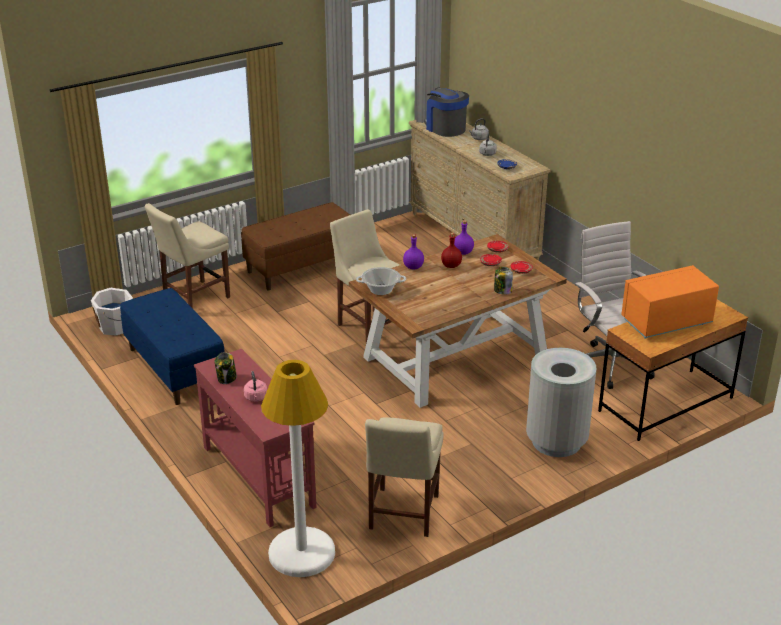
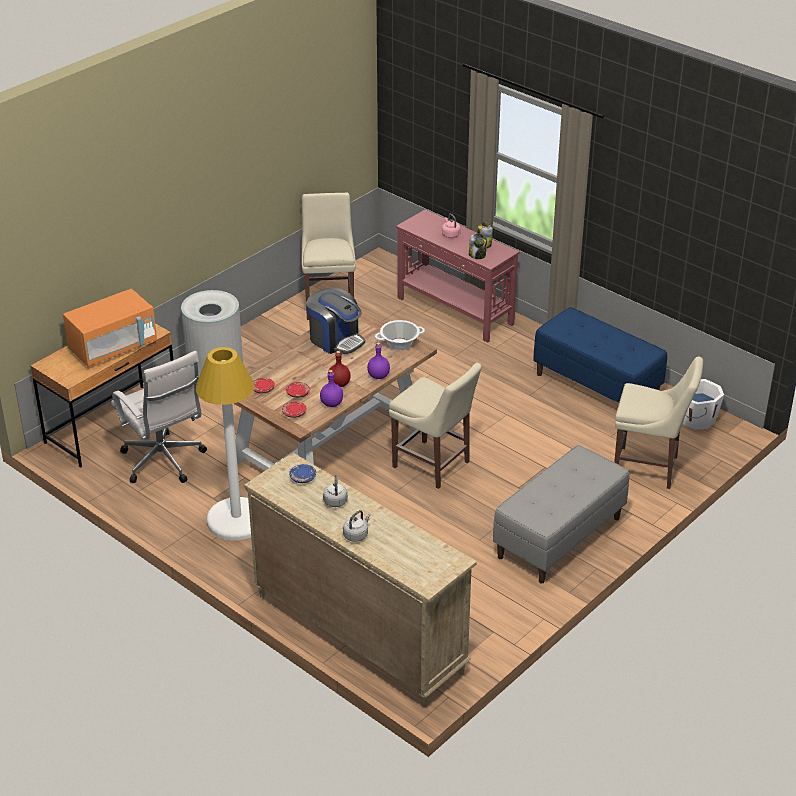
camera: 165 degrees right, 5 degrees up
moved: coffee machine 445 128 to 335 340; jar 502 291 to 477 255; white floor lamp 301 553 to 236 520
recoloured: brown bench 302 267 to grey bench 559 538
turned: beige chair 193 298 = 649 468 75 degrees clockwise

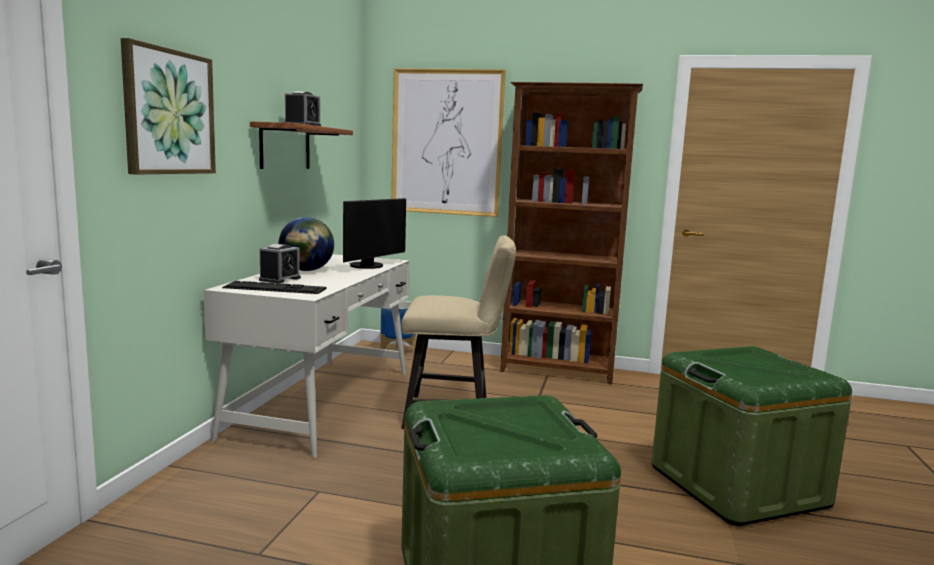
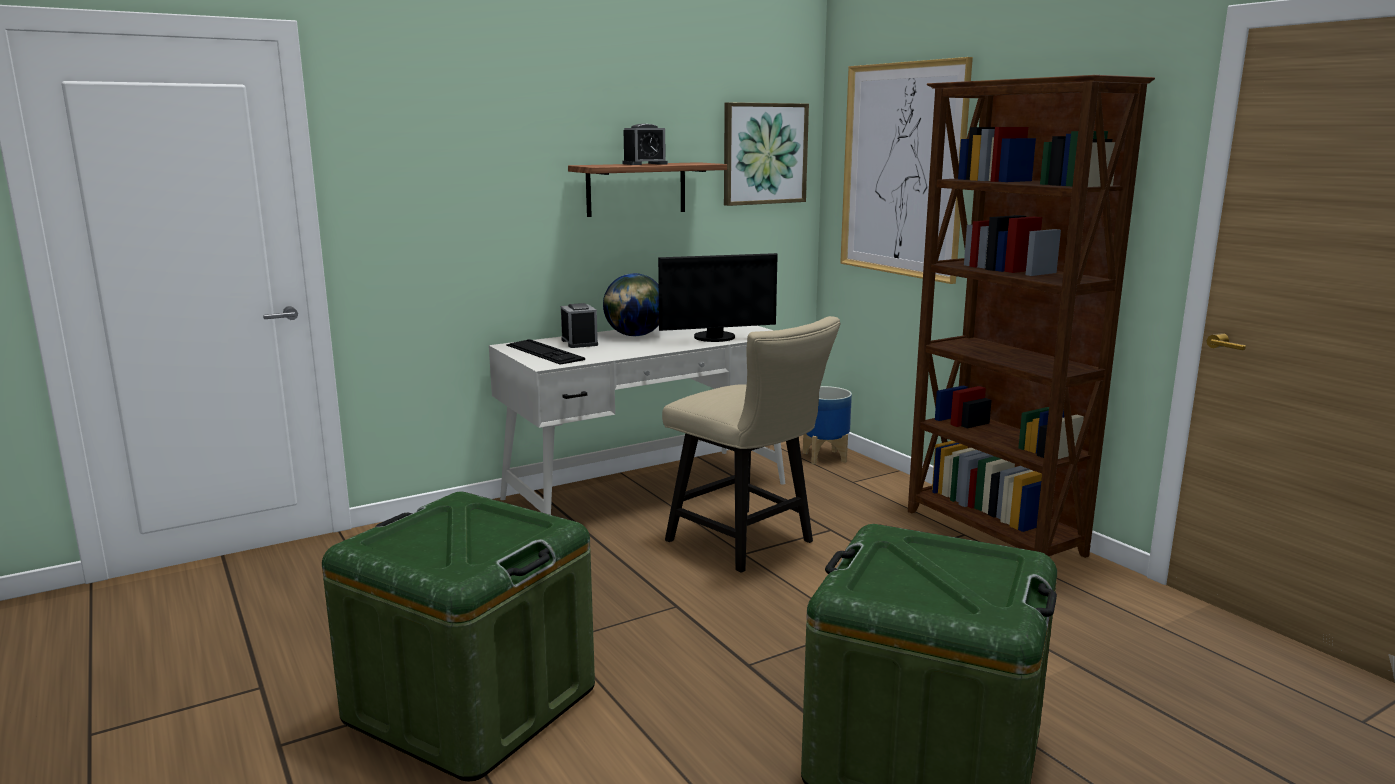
camera: 45 degrees right, 5 degrees up
moved: picture 168 112 to 764 153
turned: alarm clock 280 279 = 579 342 90 degrees counterclockwise

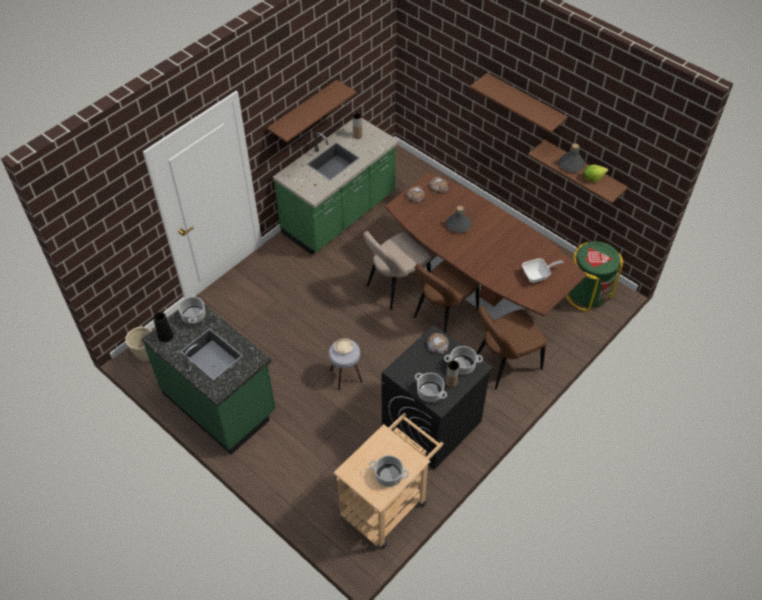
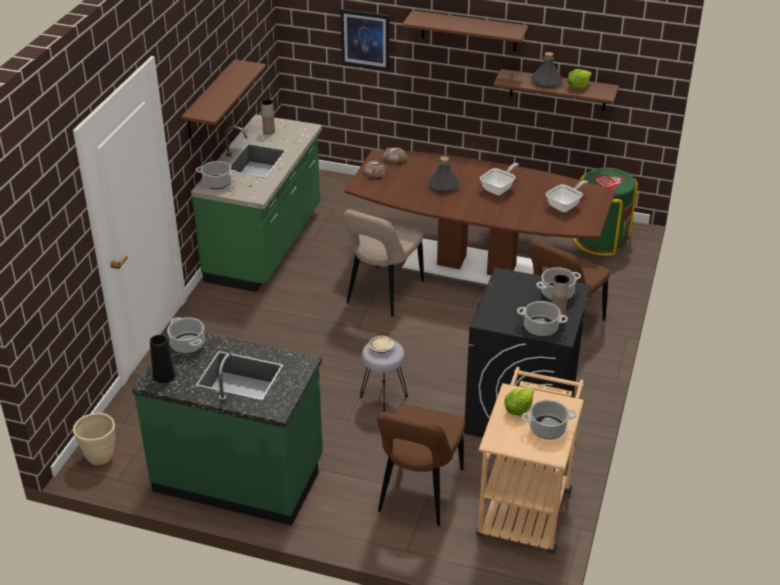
camera: 25 degrees left, 15 degrees down
removed: bread 437 345
added: picture 365 39; cooking pot 218 183; frying pan 499 188; lettuce 518 409
moved: brown chair 443 315 to 419 493

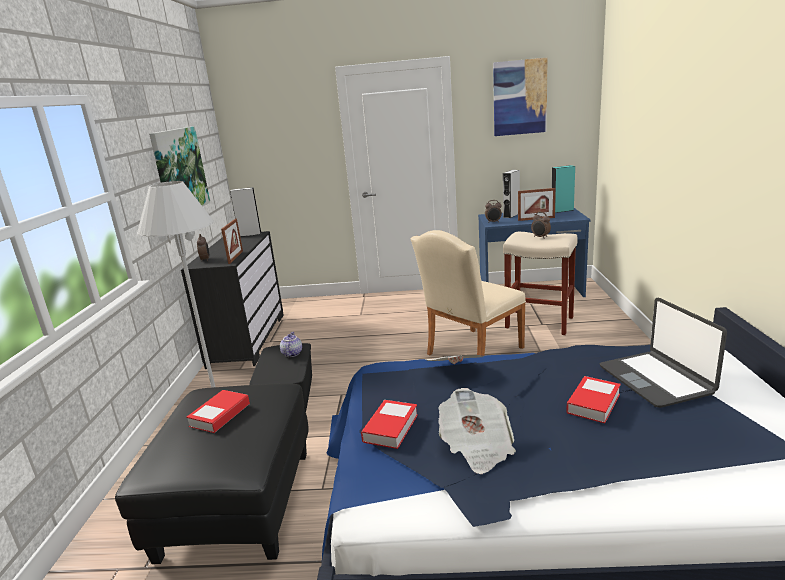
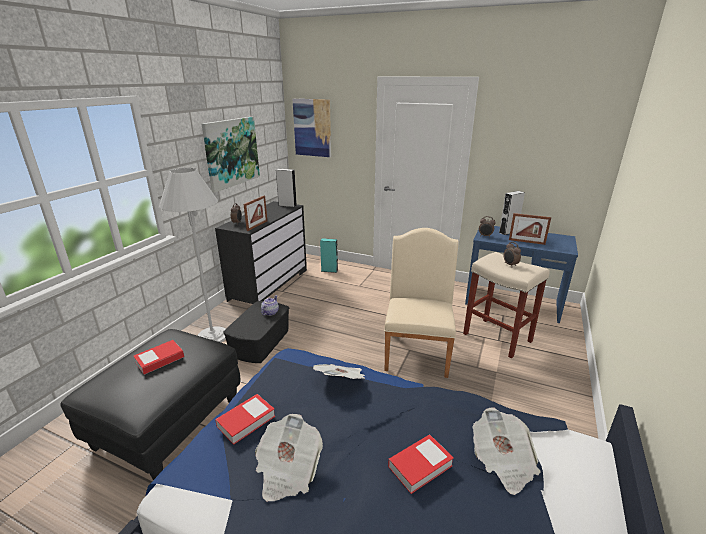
camera: 20 degrees right, 5 degrees up
moved: picture 519 97 to 312 128; turquoise speaker 562 210 to 329 270
replaced: laptop 656 379 to newspaper 502 462
turned: beige chair 470 353 = 417 349 120 degrees clockwise

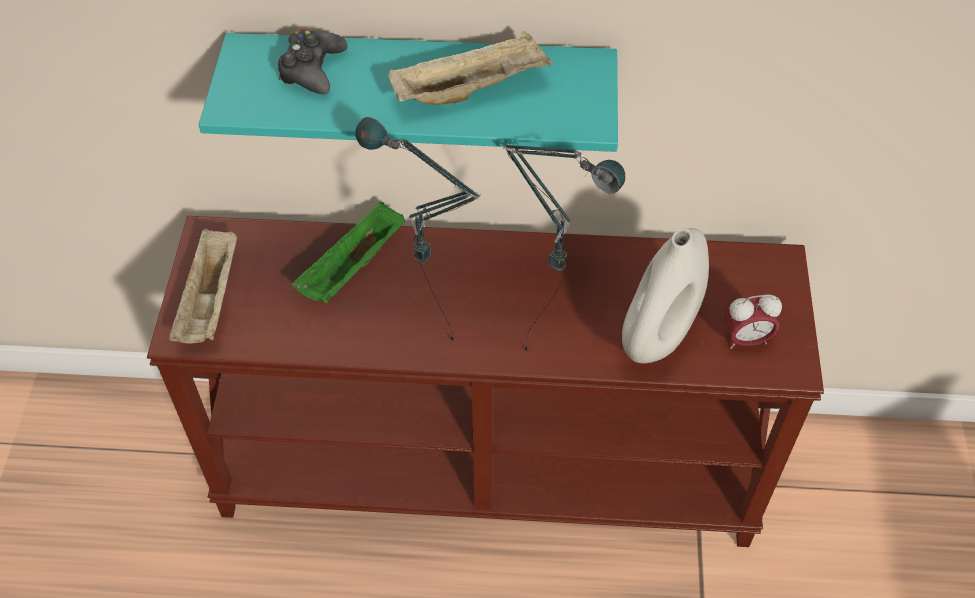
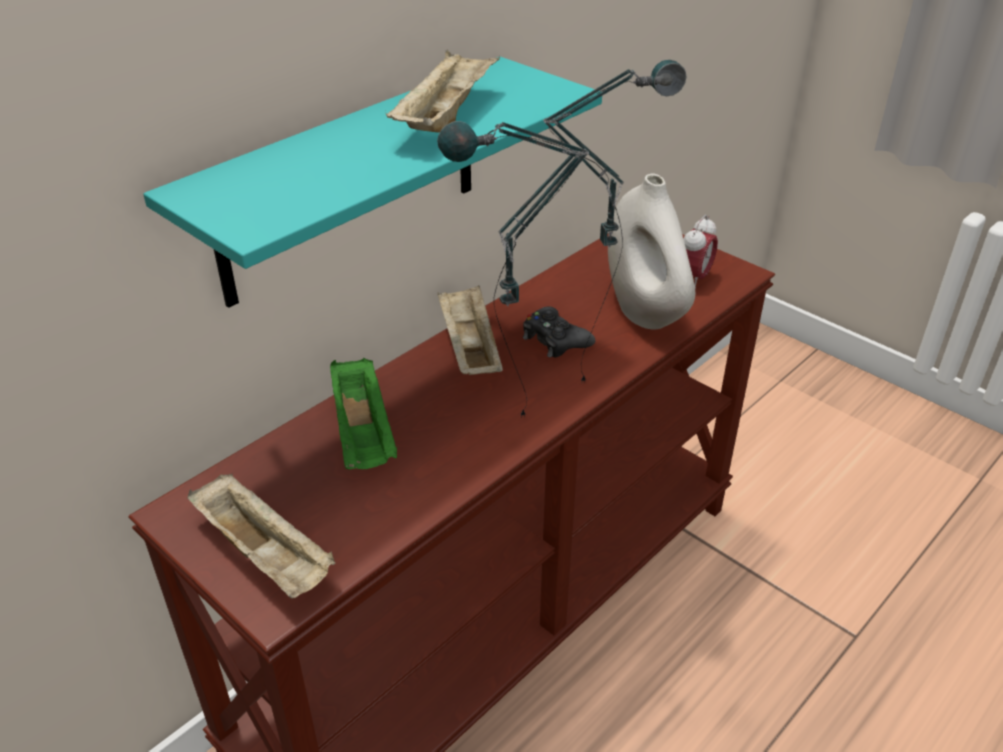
camera: 50 degrees left, 15 degrees down
added: beige tray 469 349
moved: black game controller 312 69 to 555 340

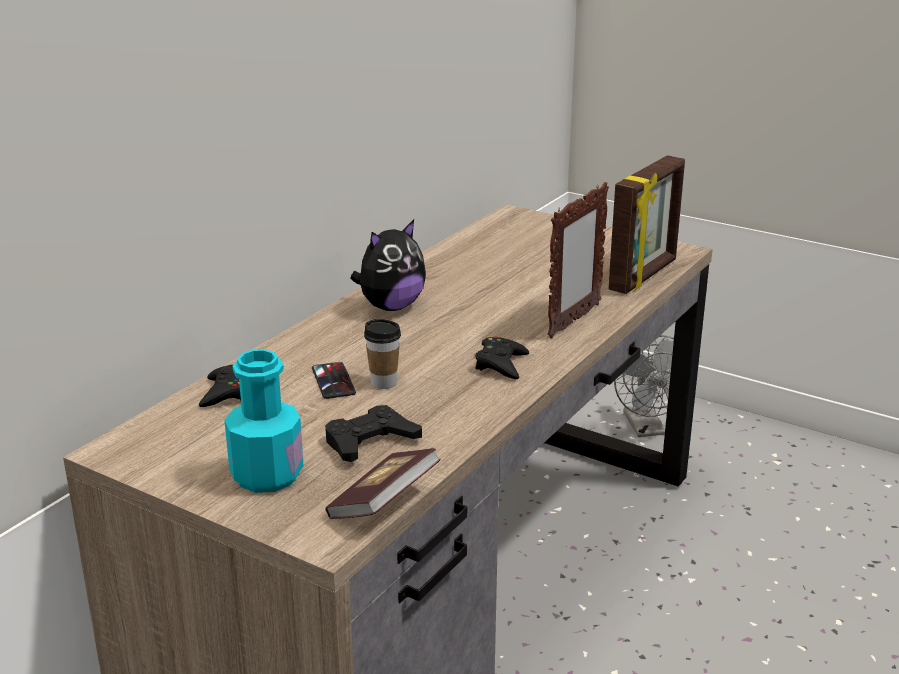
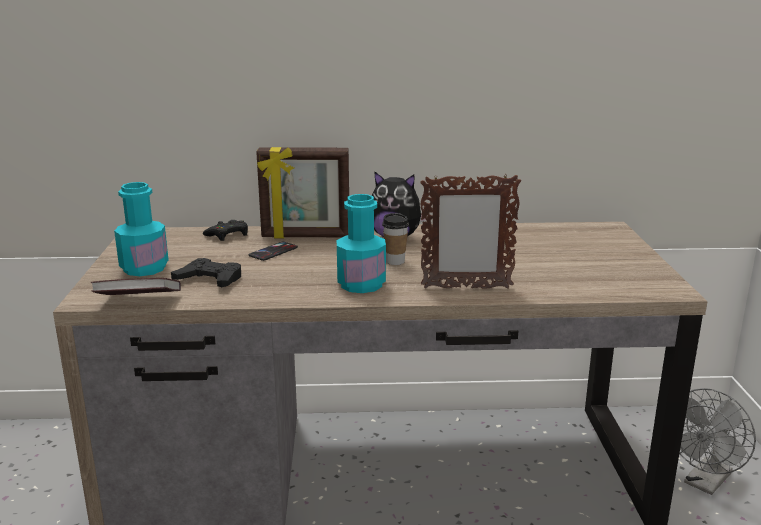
camera: 55 degrees right, 5 degrees down
moved: picture frame 644 276 to 305 236; cup 383 383 to 395 261
replaced: black game controller 501 364 to turquoise bottle 361 284

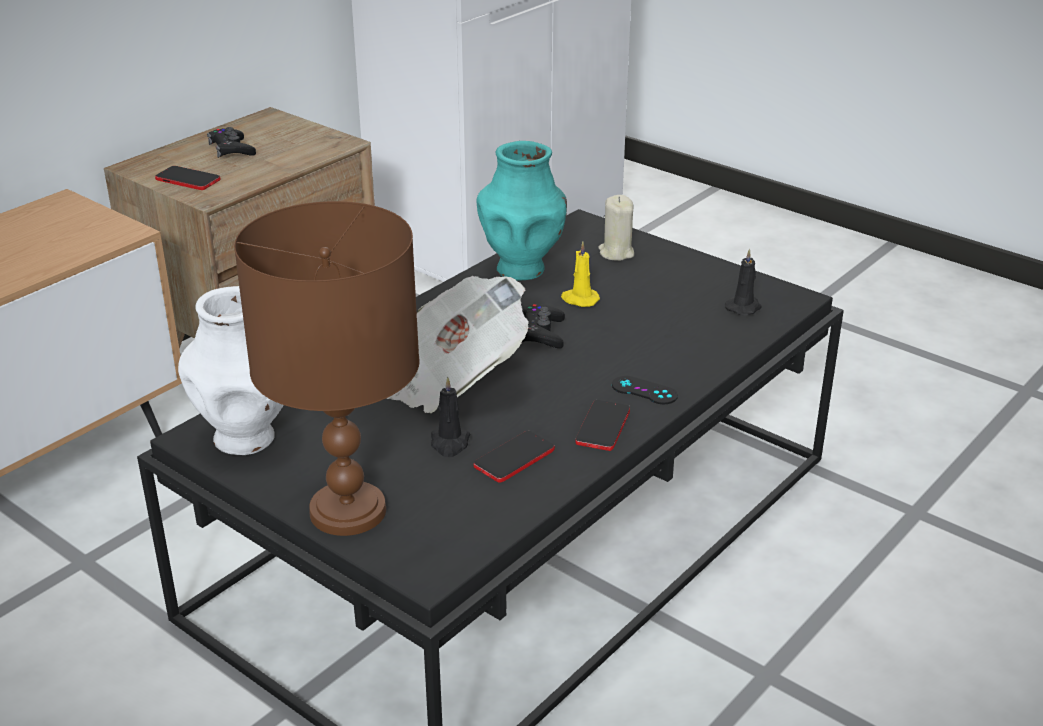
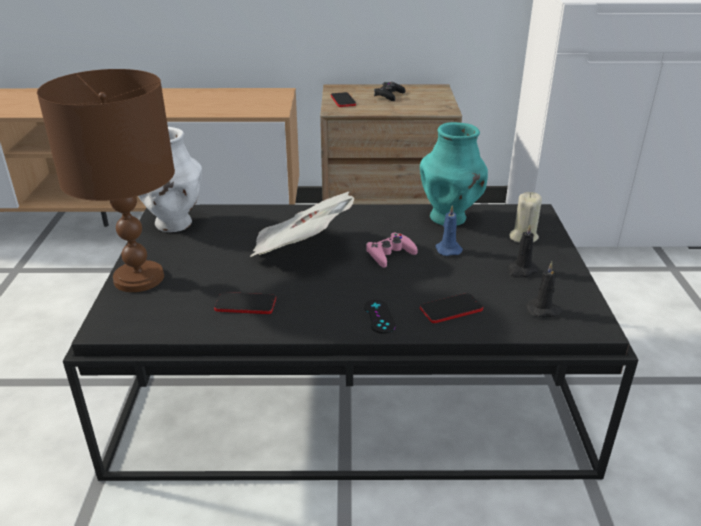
camera: 50 degrees right, 0 degrees up
moved: black candle 450 443 to 521 271; phone 603 427 to 451 309
recoloured: yellow candle 579 299 to blue candle 447 249; black game controller 541 333 to pink game controller 390 254

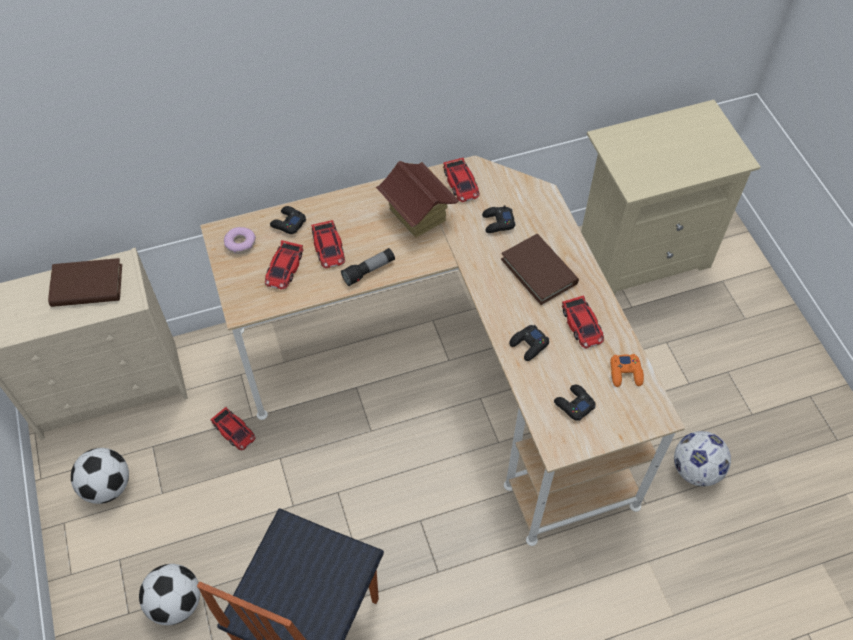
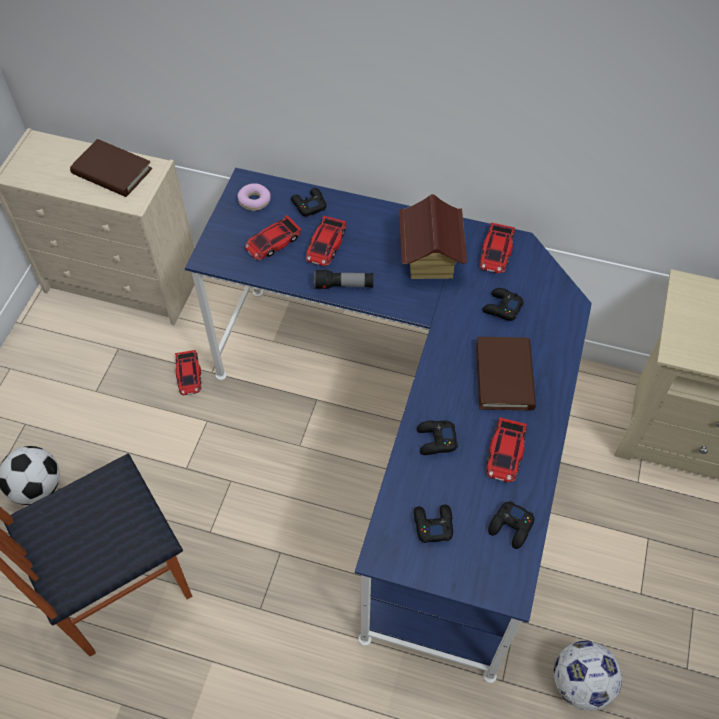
camera: 35 degrees right, 0 degrees up
removed: football 107 486
recoloured: beige desk 448 373 to blue desk 407 437; orange game controller 625 373 to black game controller 511 527

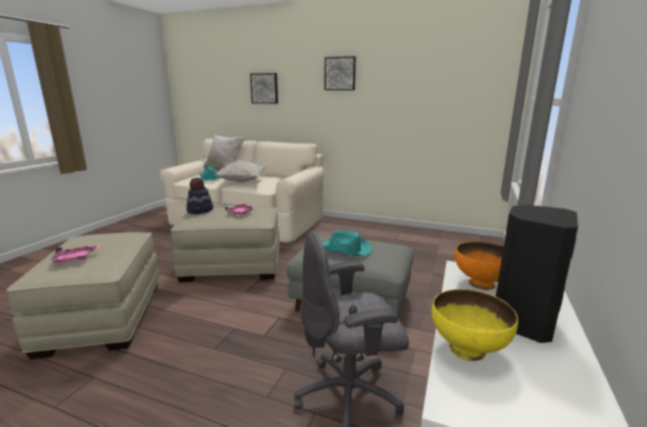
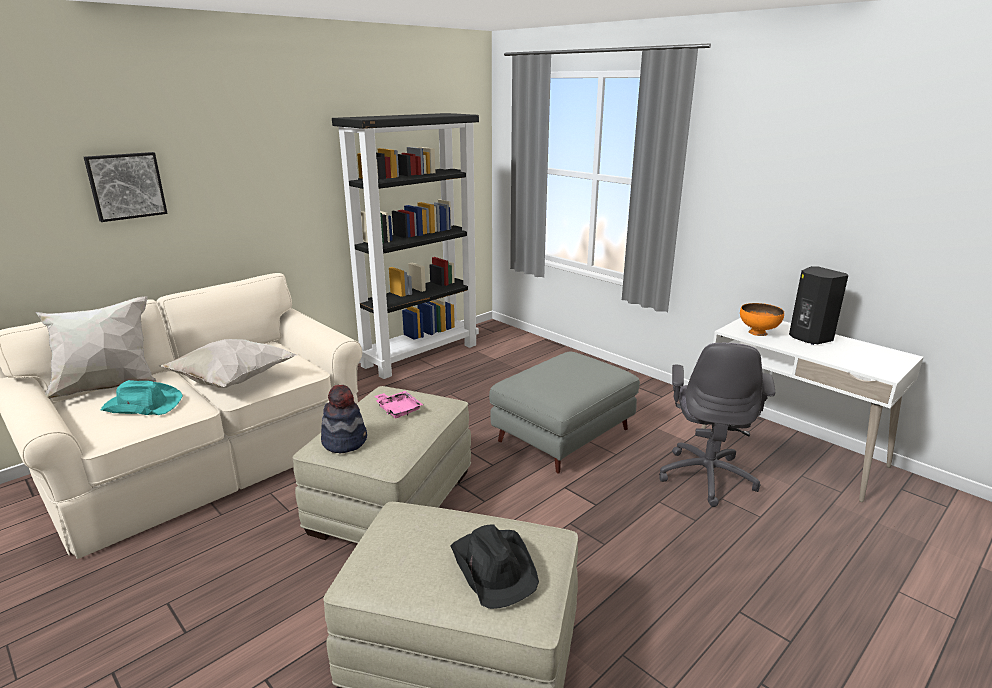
camera: 65 degrees left, 5 degrees up
removed: picture 340 73; turquoise hat 345 250; yellow bowl 468 350
added: black bookcase 421 355
replaced: pink tray 75 259 to black hat 494 567

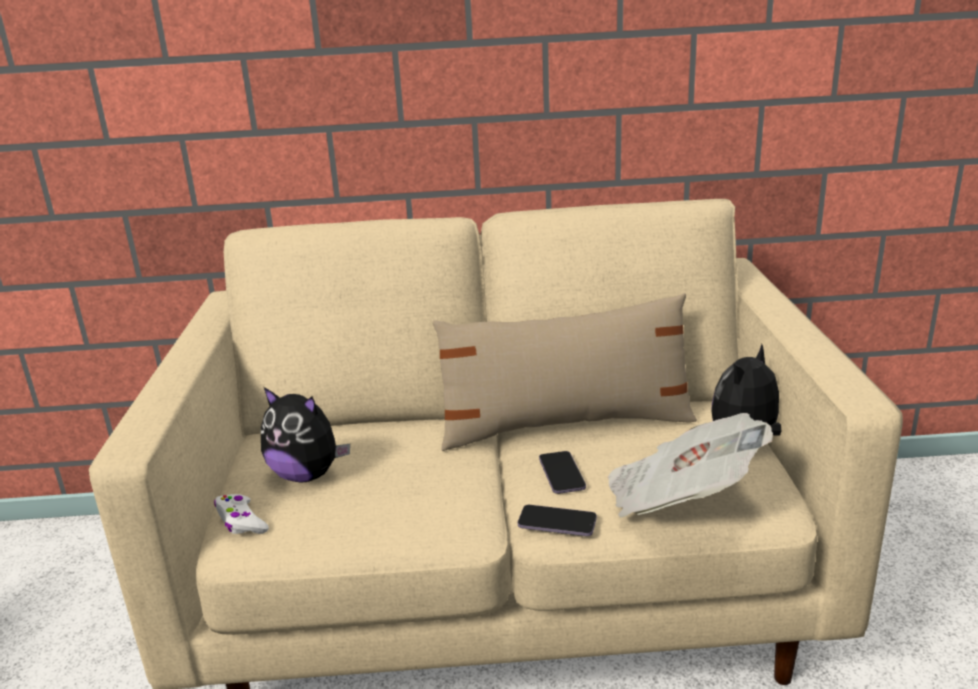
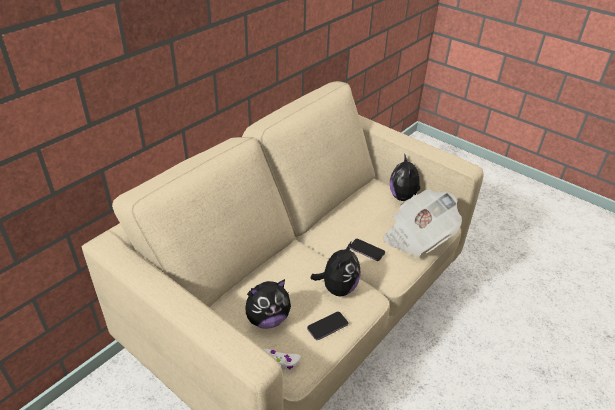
camera: 50 degrees left, 15 degrees up
removed: beige pillow 566 425
added: plush toy 337 288
moved: phone 557 523 to 327 326

